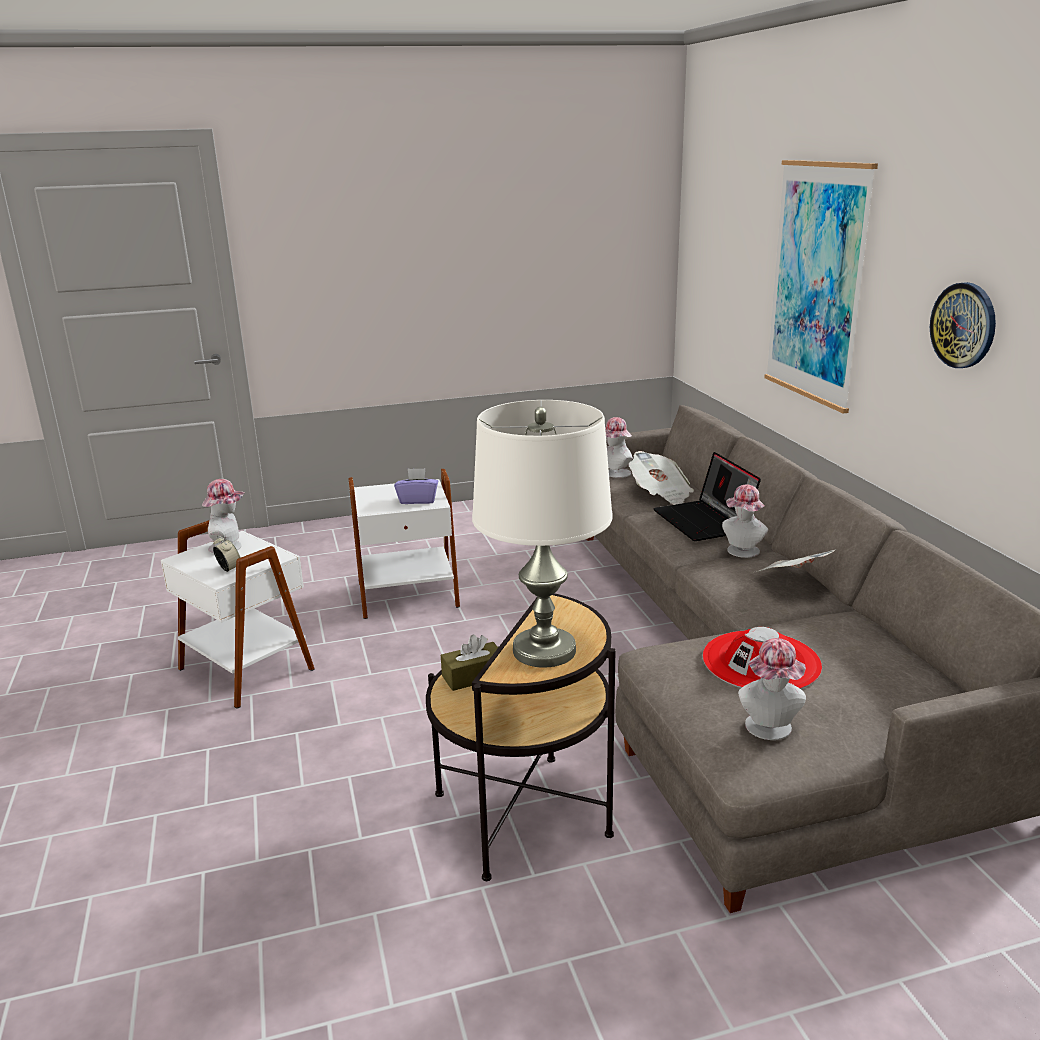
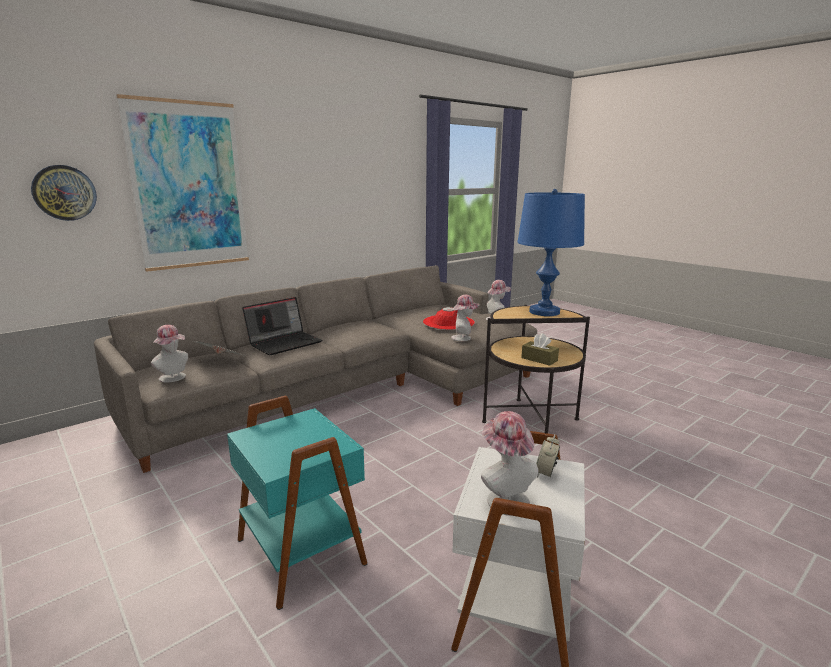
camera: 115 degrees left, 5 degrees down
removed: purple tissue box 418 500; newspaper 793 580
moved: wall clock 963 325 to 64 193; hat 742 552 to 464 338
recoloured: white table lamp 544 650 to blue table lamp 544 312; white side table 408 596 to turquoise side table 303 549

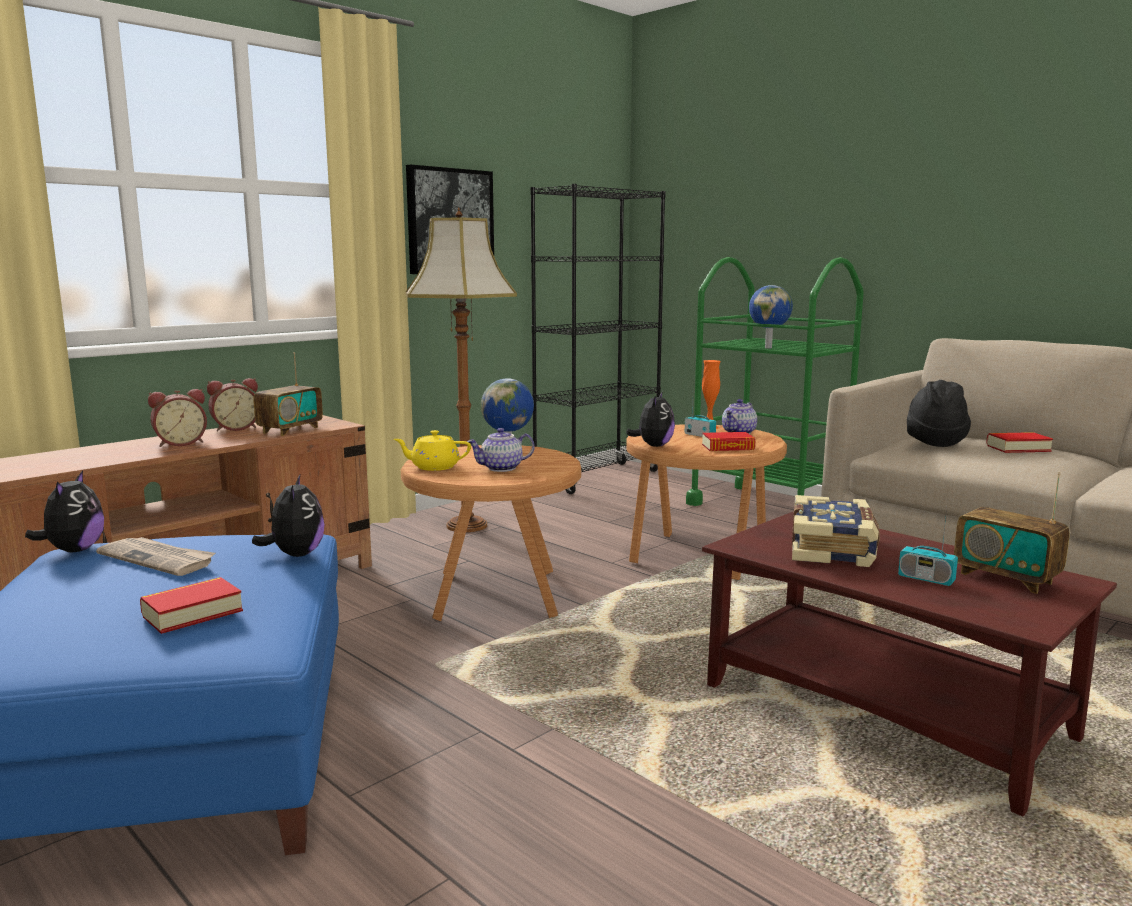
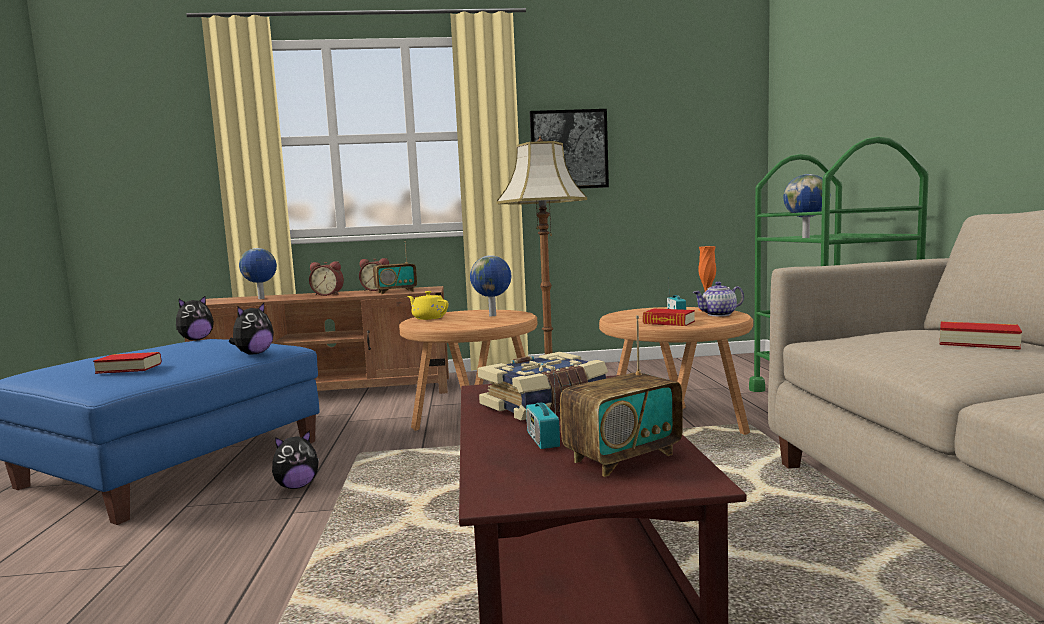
camera: 40 degrees right, 5 degrees down
removed: black bookcase 597 478; black hat 934 441; teapot 501 468; newspaper 158 559
added: globe 261 298
moved: plush toy 653 446 to 297 486
turned: radio 1006 578 = 622 457 120 degrees counterclockwise

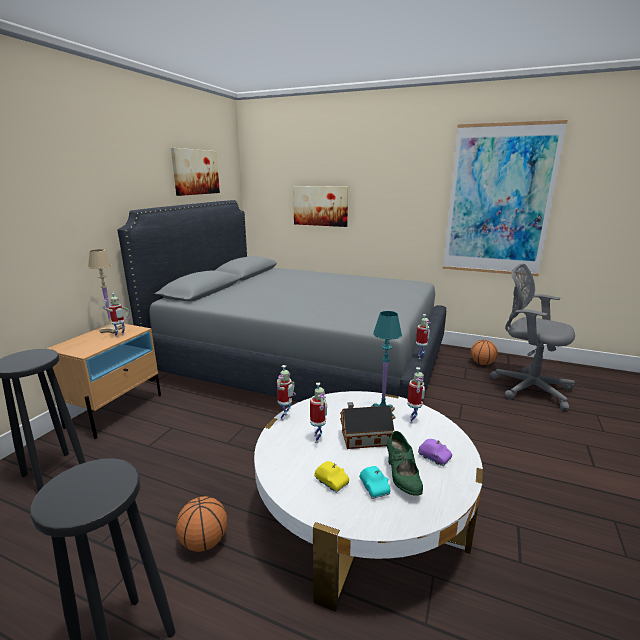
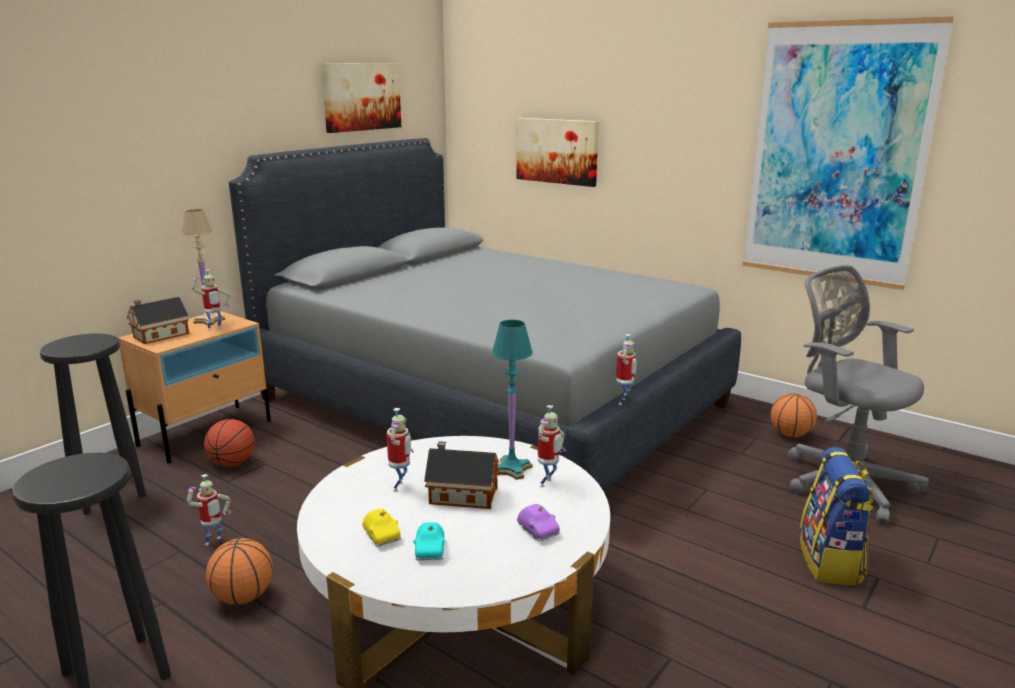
camera: 15 degrees right, 0 degrees up
removed: green shoe 402 477
added: toy house 158 335; basketball 232 464; backpack 831 562
moved: toy robot 285 417 to 214 542

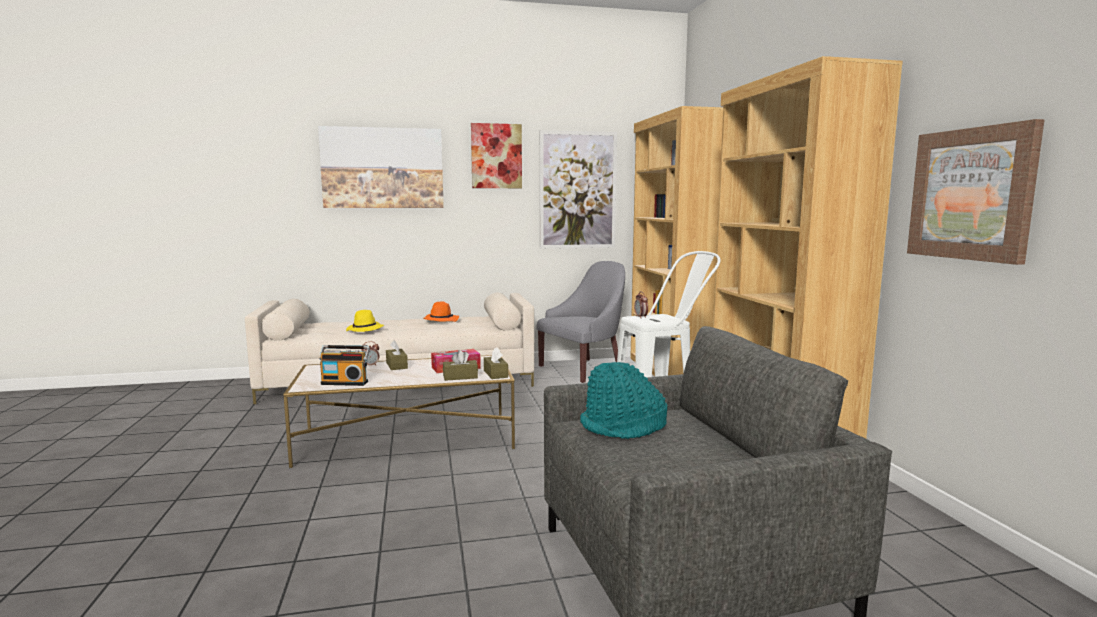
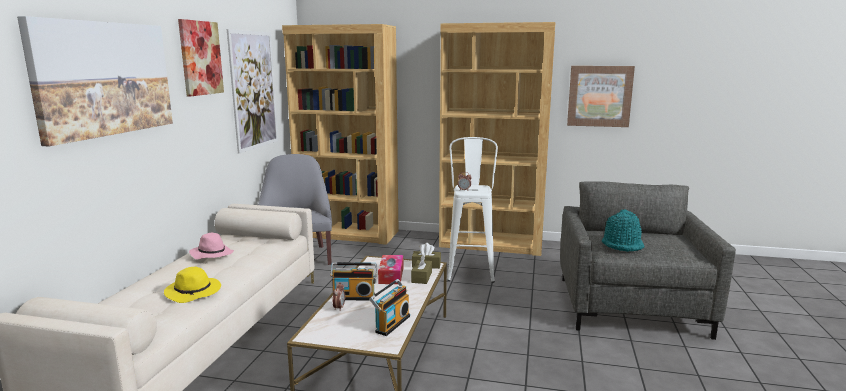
camera: 65 degrees left, 5 degrees up
replaced: brown tissue box 396 365 to radio 354 296
recoloured: orange hat 441 320 to pink hat 211 254

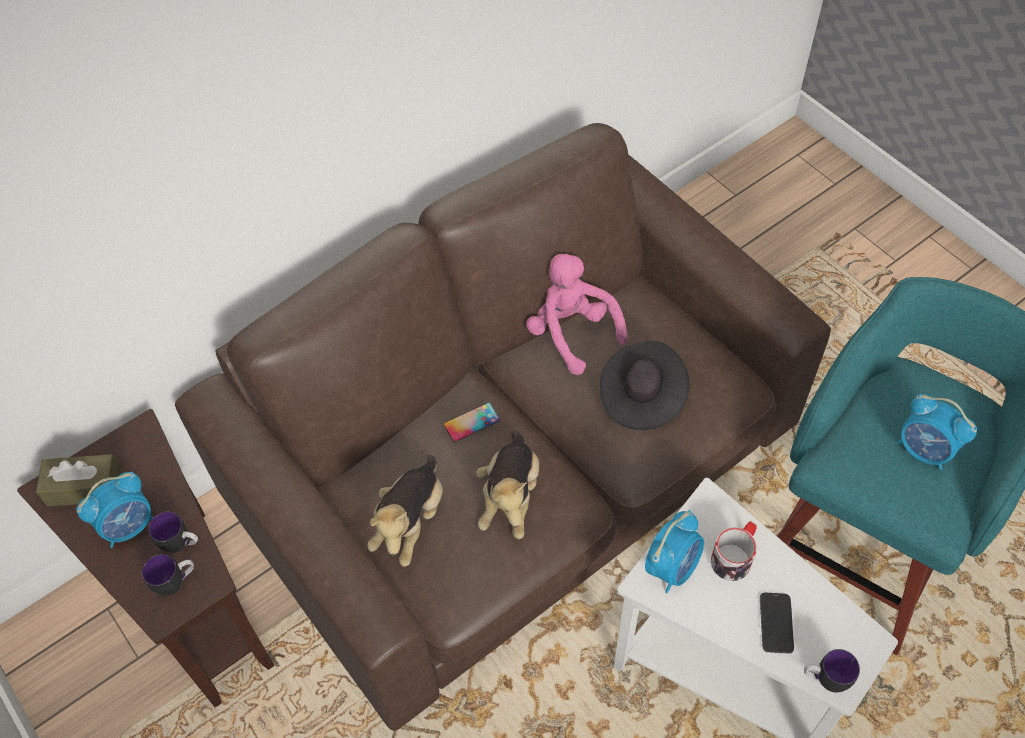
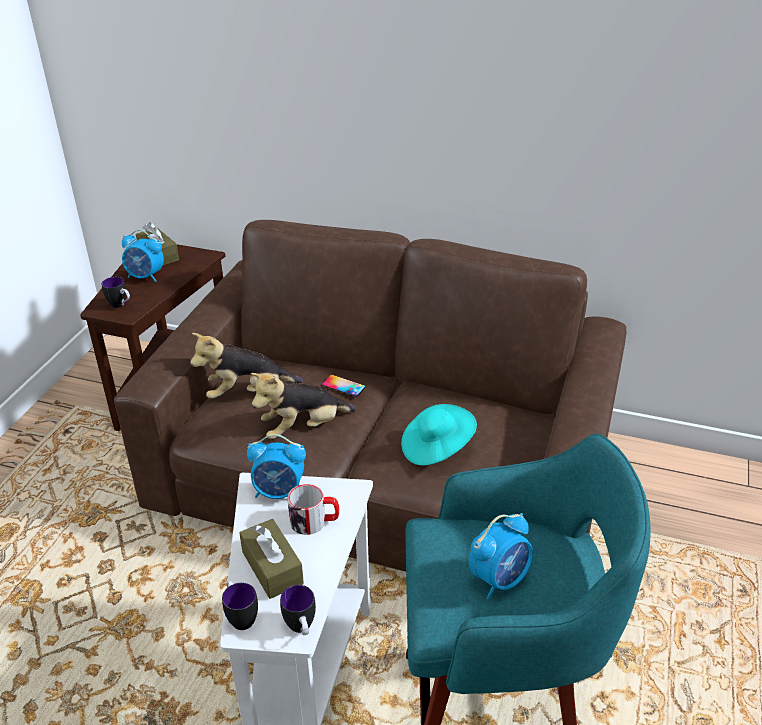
camera: 55 degrees right, 20 degrees down
removed: pink plush toy 571 332
moved: mug 182 545 to 301 629
replaced: phone 776 623 to brown tissue box 272 568
recoloured: black hat 641 397 to turquoise hat 436 448
turned: alarm clock 924 450 = 499 579 135 degrees counterclockwise

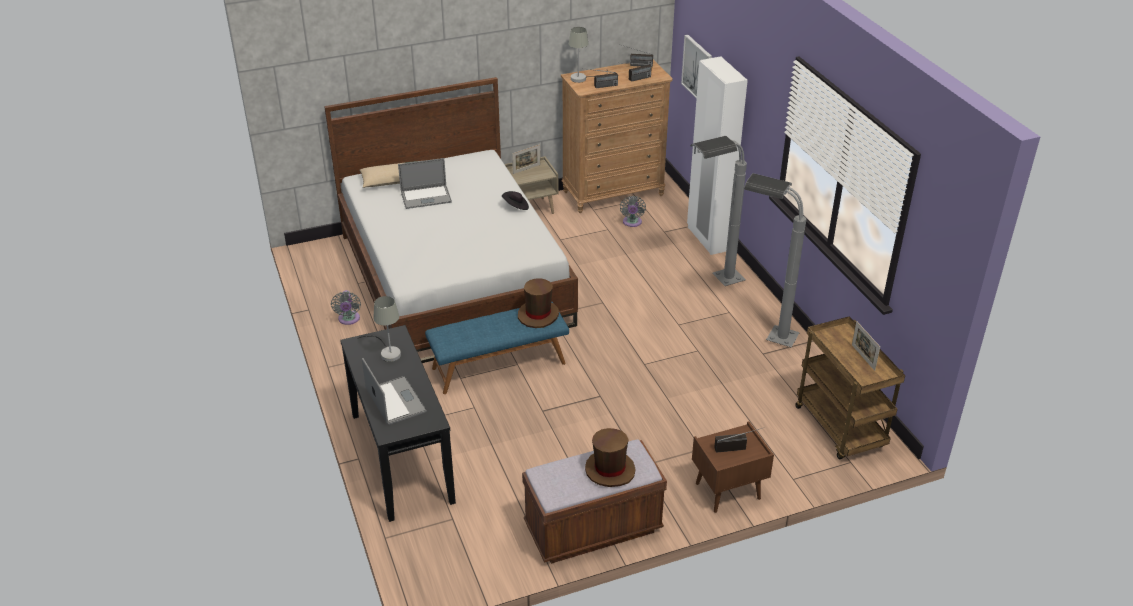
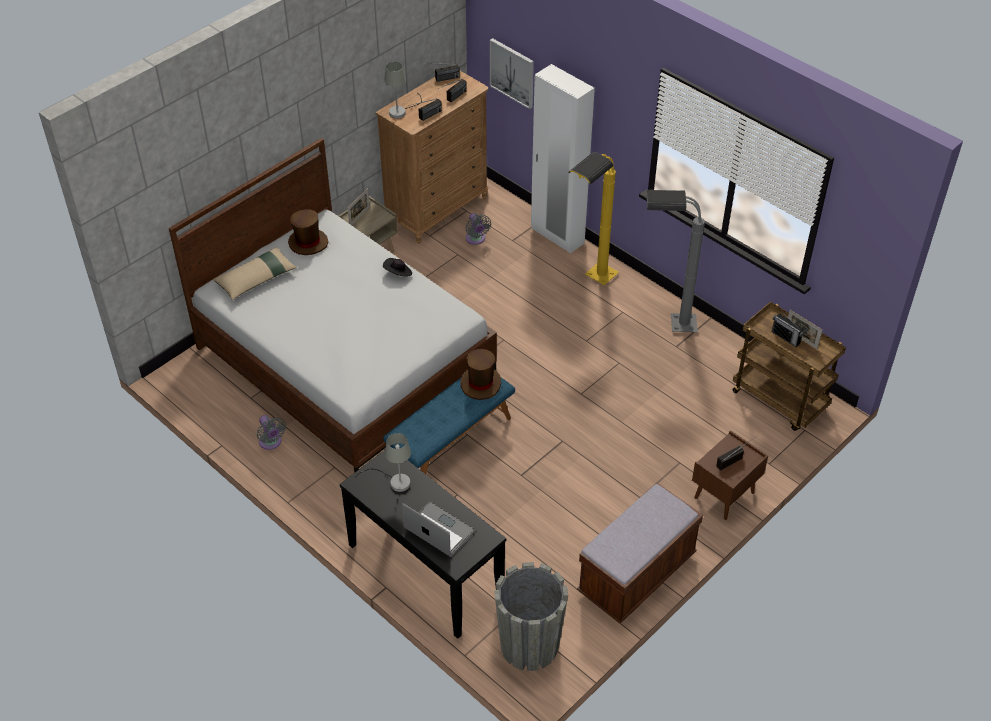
camera: 25 degrees left, 10 degrees up
removed: laptop 426 197
added: radio 786 337; grey planter 529 645
moved: brown hat 609 470 to 308 243
recoloured: grey floor lamp 713 283 to yellow floor lamp 591 285

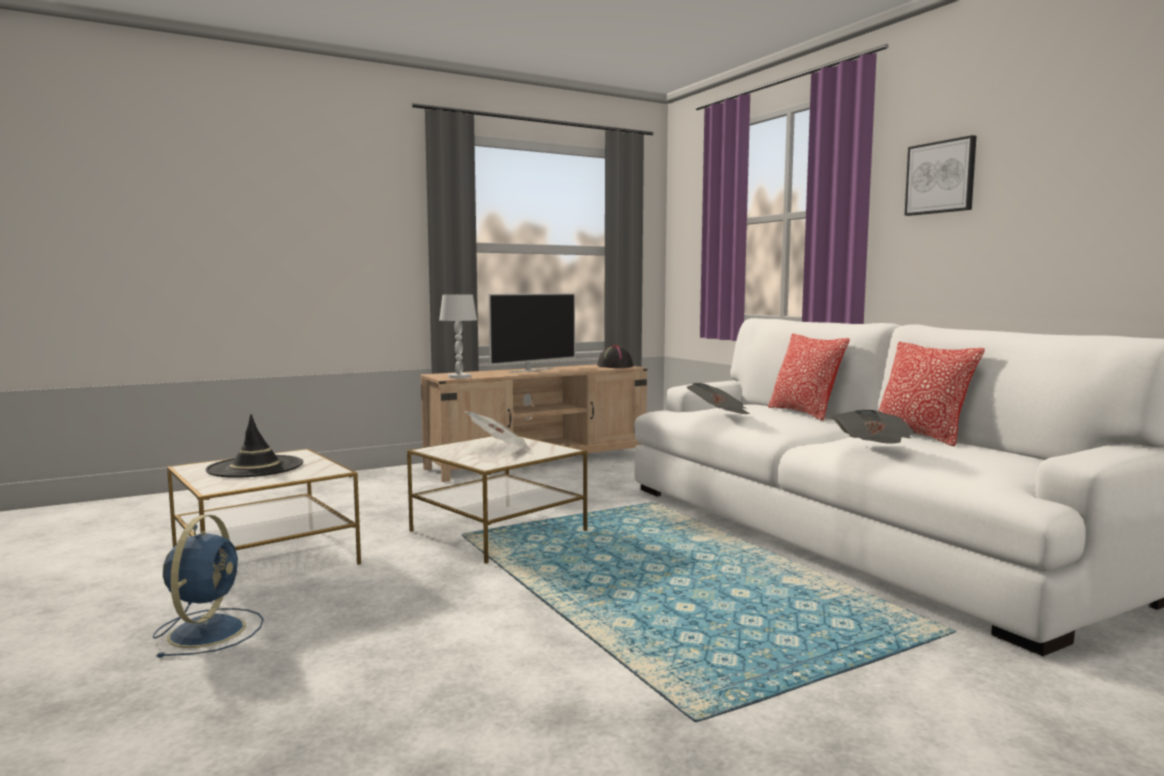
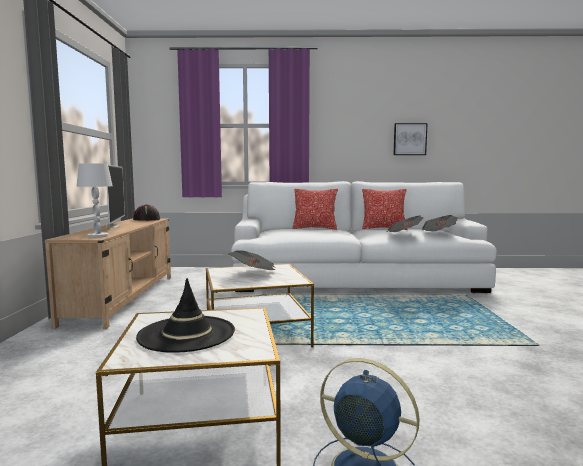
camera: 60 degrees left, 0 degrees up
moved: picture 940 177 to 409 139; newspaper 719 416 to 438 233

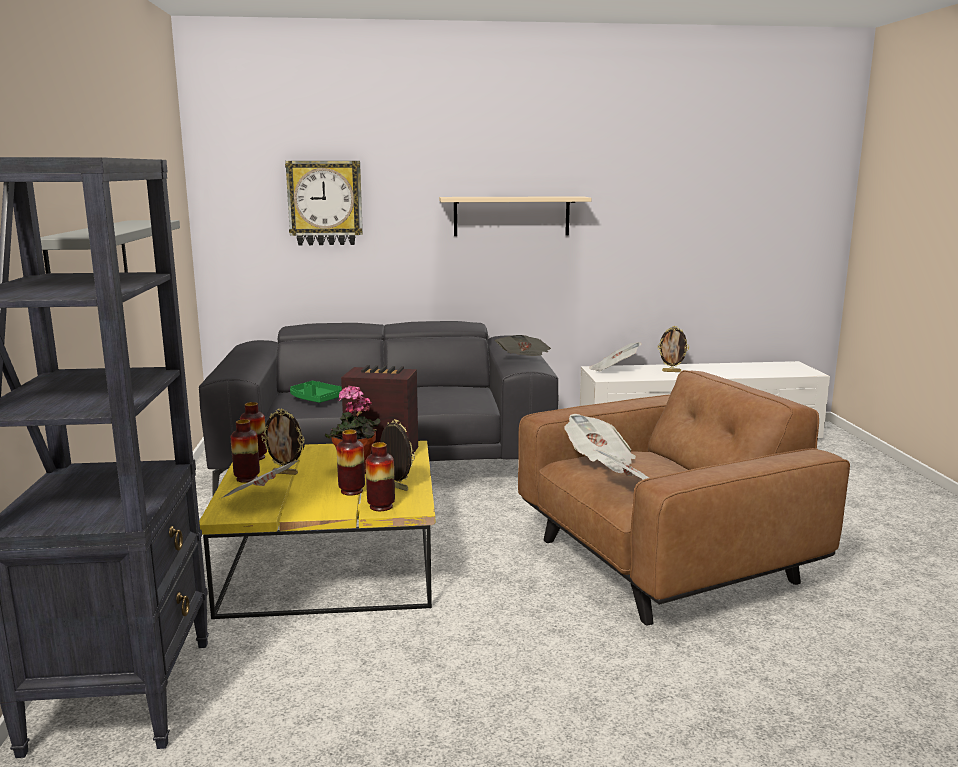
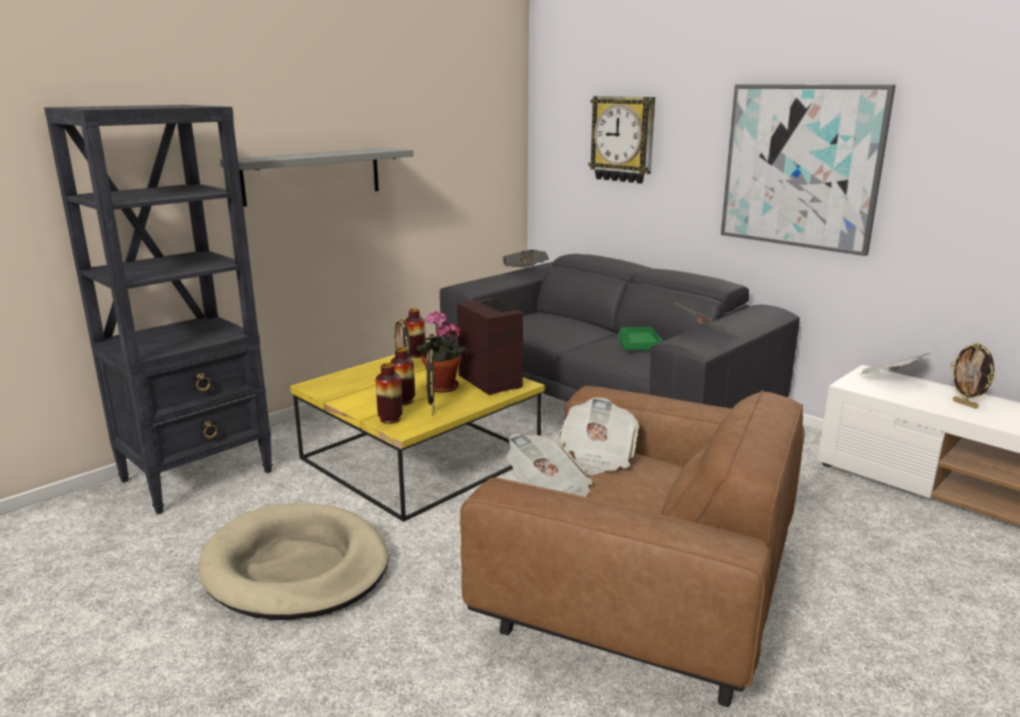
camera: 50 degrees right, 5 degrees up
removed: vase 247 478
added: beige dog bed 296 567
moved: green tray 316 399 to 638 346; newspaper 260 499 to 525 272
replaced: beige shelf 511 216 to picture 801 166

